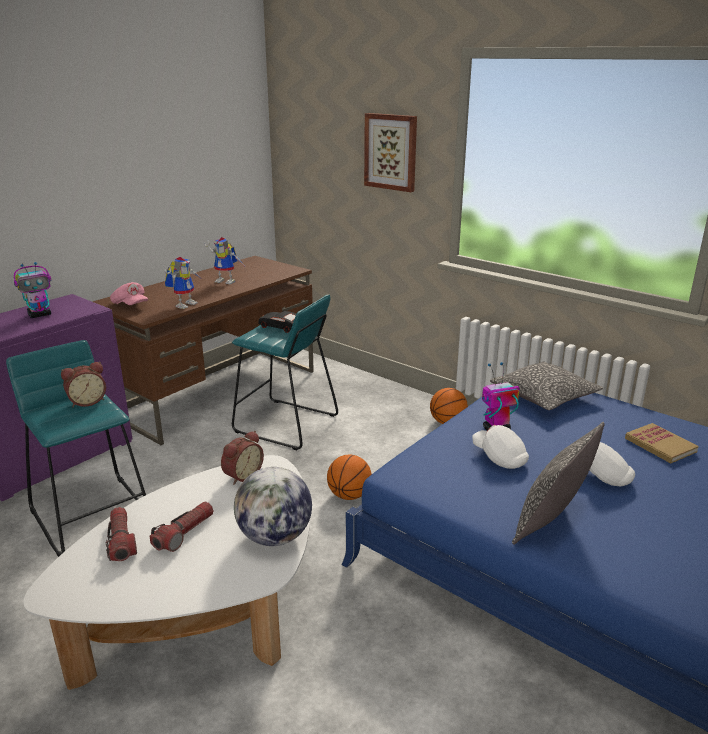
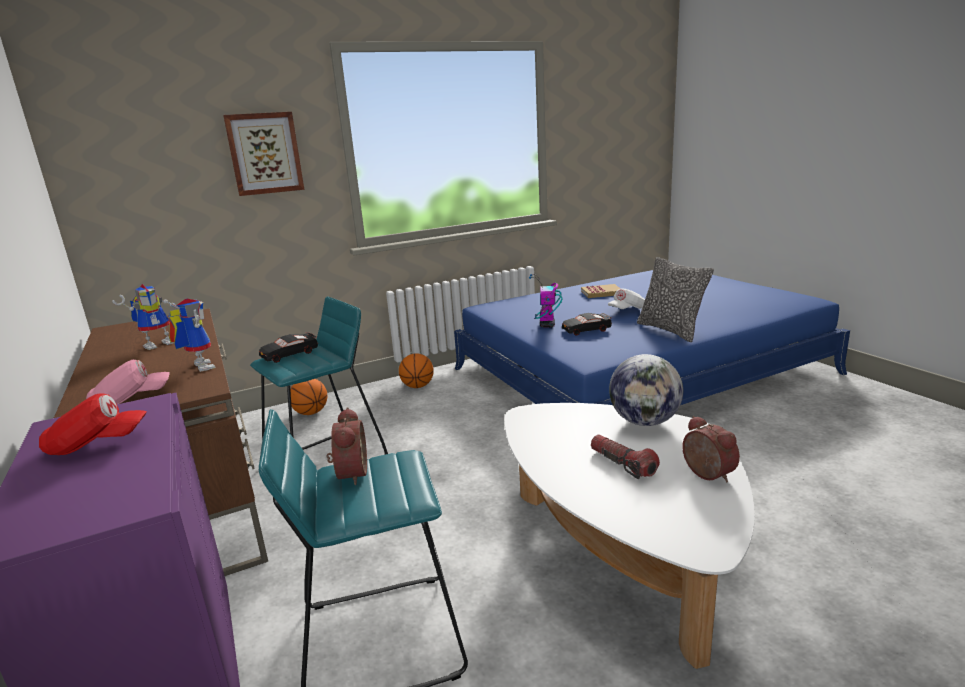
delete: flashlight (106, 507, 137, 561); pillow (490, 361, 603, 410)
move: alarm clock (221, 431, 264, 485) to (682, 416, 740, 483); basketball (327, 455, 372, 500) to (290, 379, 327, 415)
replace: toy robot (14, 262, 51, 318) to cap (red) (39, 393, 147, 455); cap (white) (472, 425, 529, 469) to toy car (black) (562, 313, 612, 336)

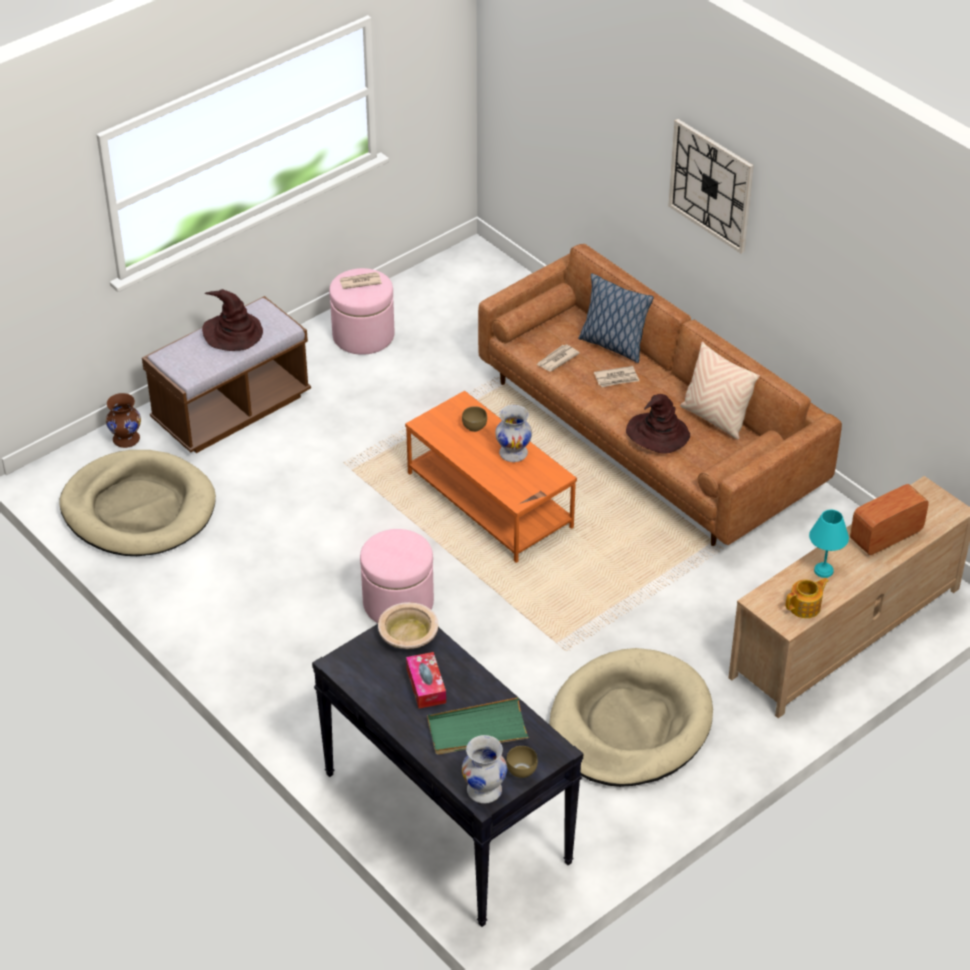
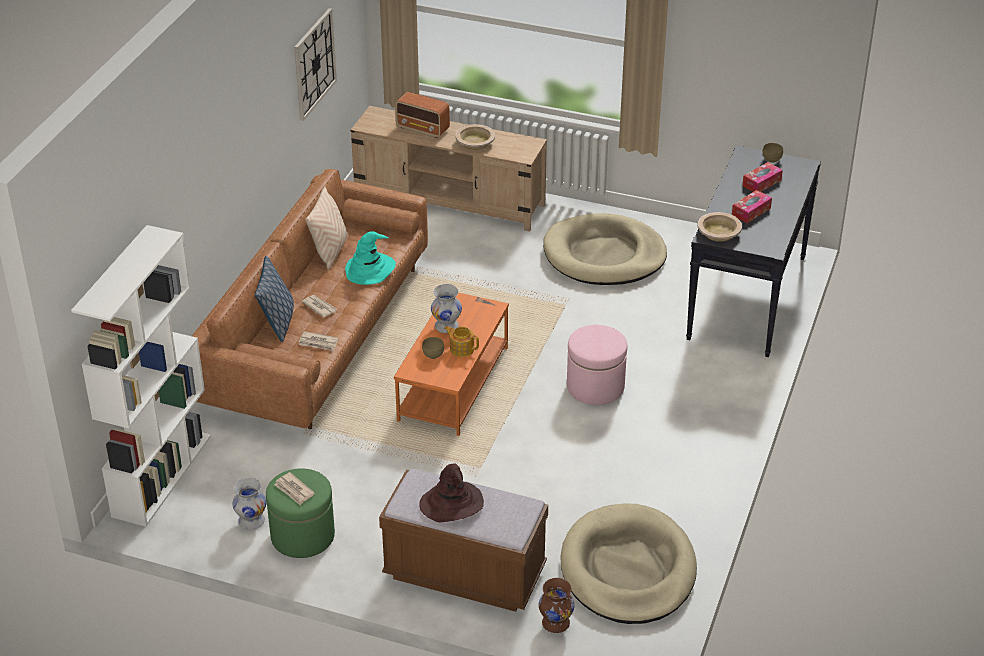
insert: bookcase (white) (71, 225, 211, 527)
move: vase (white) (462, 735, 507, 803) to (232, 477, 267, 530); wall clock (668, 119, 753, 254) to (294, 8, 337, 121); teapot (786, 578, 829, 618) to (444, 326, 479, 357)
replace: tray (green) (427, 697, 530, 755) to tissue box (742, 162, 783, 192); table lamp (turquoise) (809, 510, 849, 578) to bowl (beige) (455, 124, 495, 150)
recolor: ottoman (pink) (329, 268, 395, 355) to ottoman (green) (266, 469, 335, 558); hat (brown) (626, 394, 690, 454) to hat (turquoise) (345, 231, 396, 285)

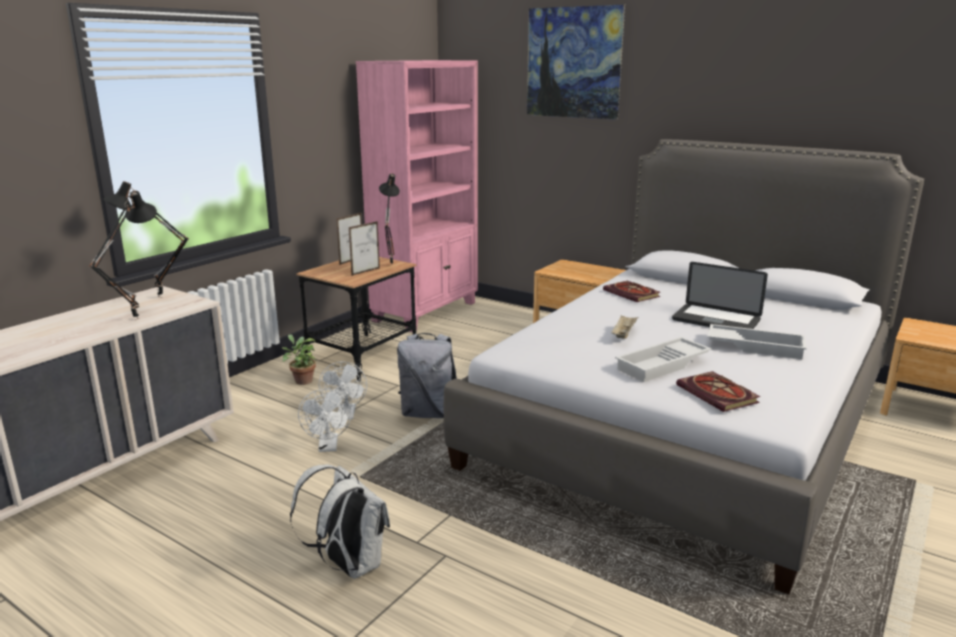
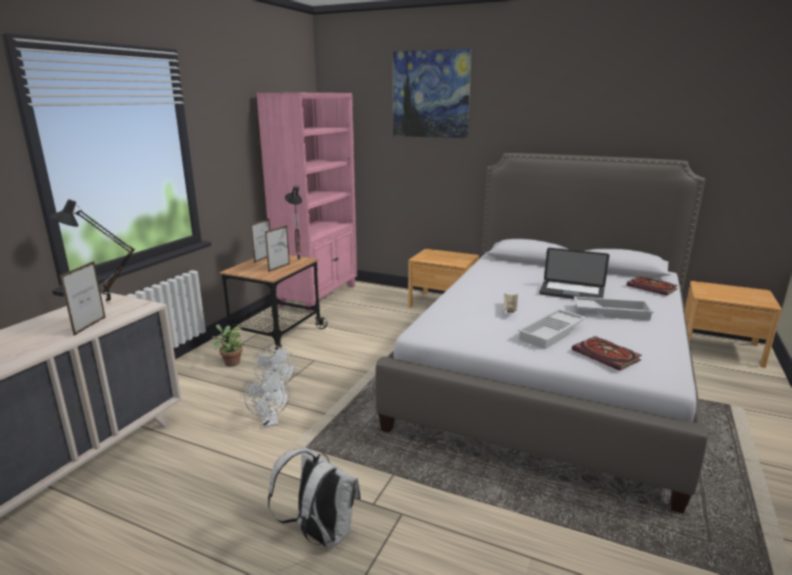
delete: backpack (grey) (397, 333, 457, 418)
move: book (603, 281, 661, 302) to (626, 276, 678, 296)
replace: table lamp (black) (89, 191, 157, 320) to picture frame (60, 261, 106, 336)

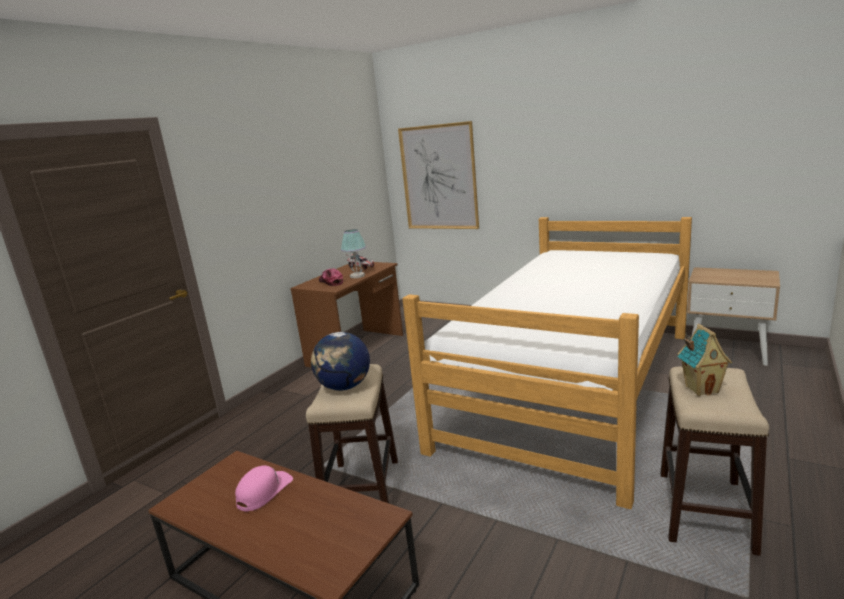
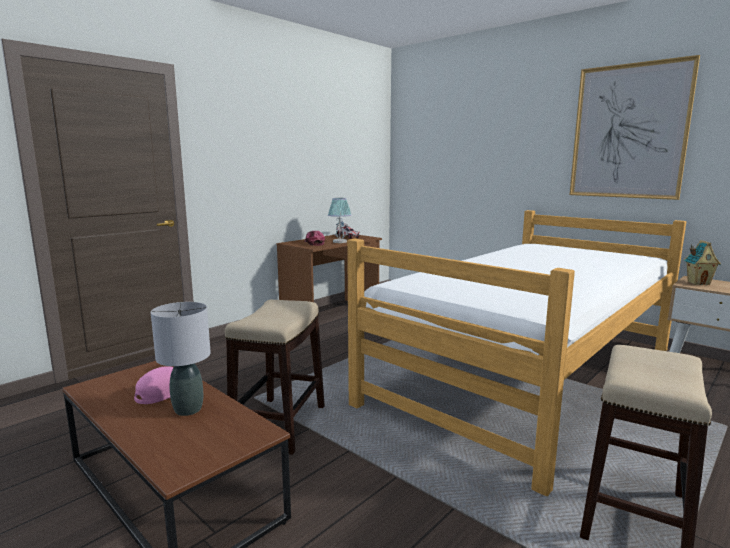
delete: globe (311, 332, 370, 391)
insert: table lamp (grey) (151, 302, 211, 416)
move: picture (398, 121, 479, 229) to (569, 55, 700, 200); toy house (677, 324, 732, 396) to (684, 240, 721, 285)

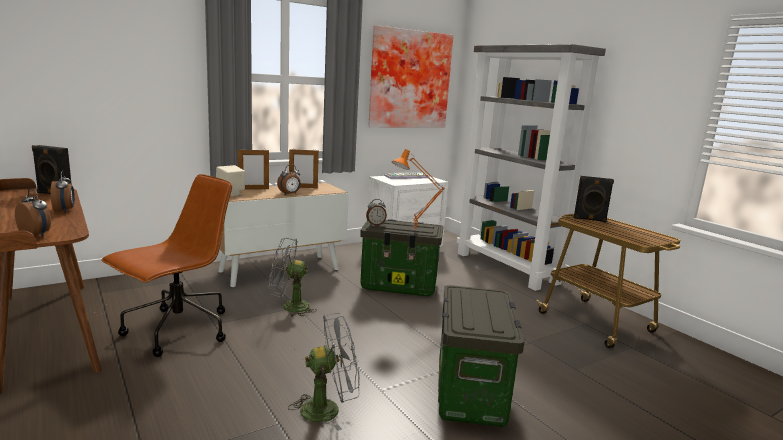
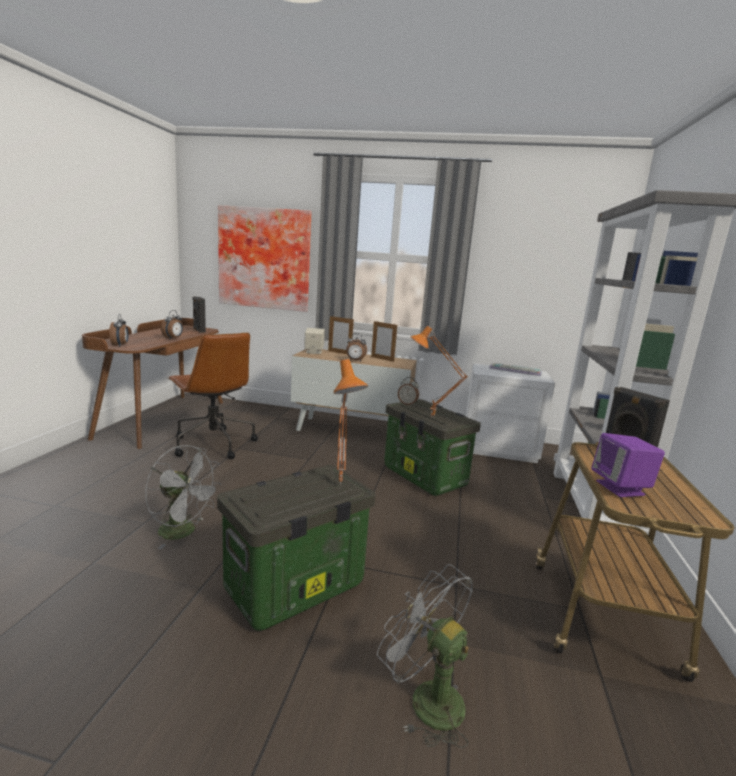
insert: table lamp (orange) (334, 359, 368, 485); speaker (purple) (591, 433, 665, 497)
move: fan (grey) (269, 238, 317, 317) to (377, 564, 473, 748); picture (369, 25, 453, 127) to (218, 205, 312, 312)
rotate: office chair (brown) (101, 174, 232, 357) = (167, 333, 258, 459) 60 degrees clockwise

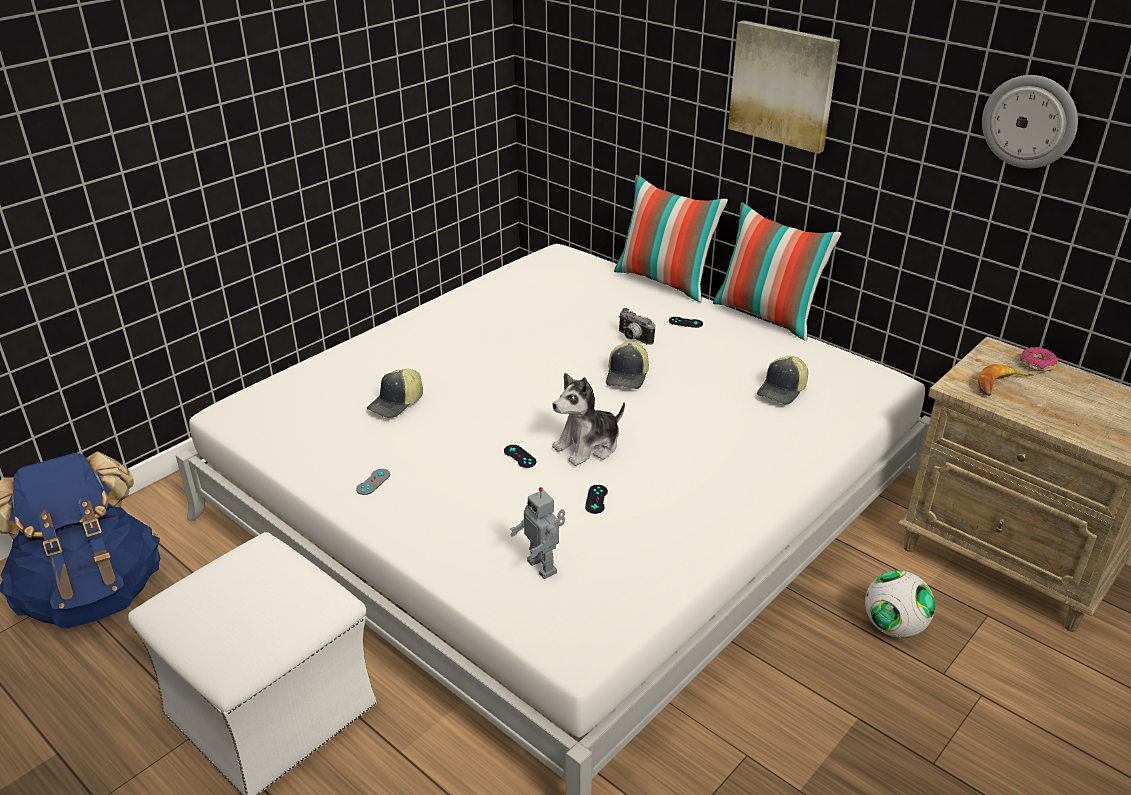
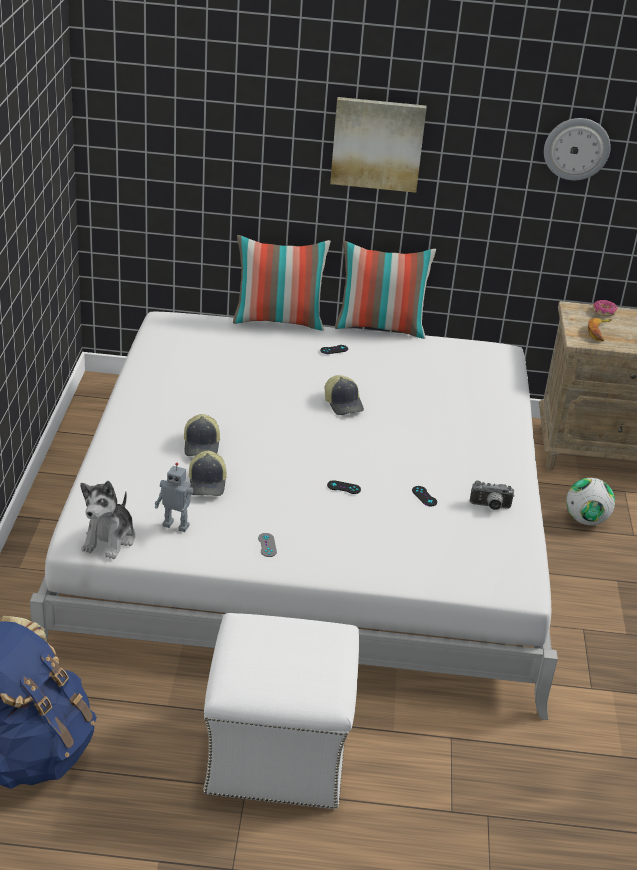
move: toy robot (510, 487, 565, 579) to (155, 463, 193, 532); plush toy (552, 373, 625, 466) to (80, 481, 135, 559); photo camera (618, 308, 655, 345) to (470, 481, 514, 510); cap (757, 356, 808, 404) to (184, 414, 220, 456)

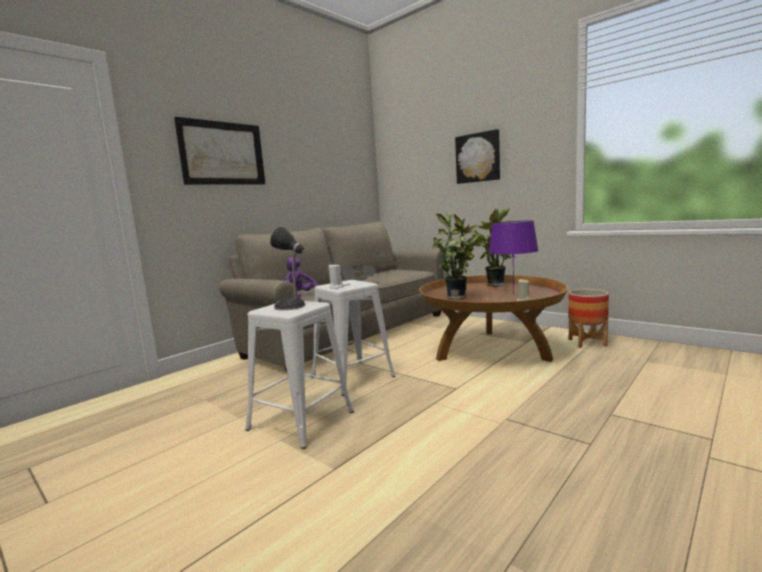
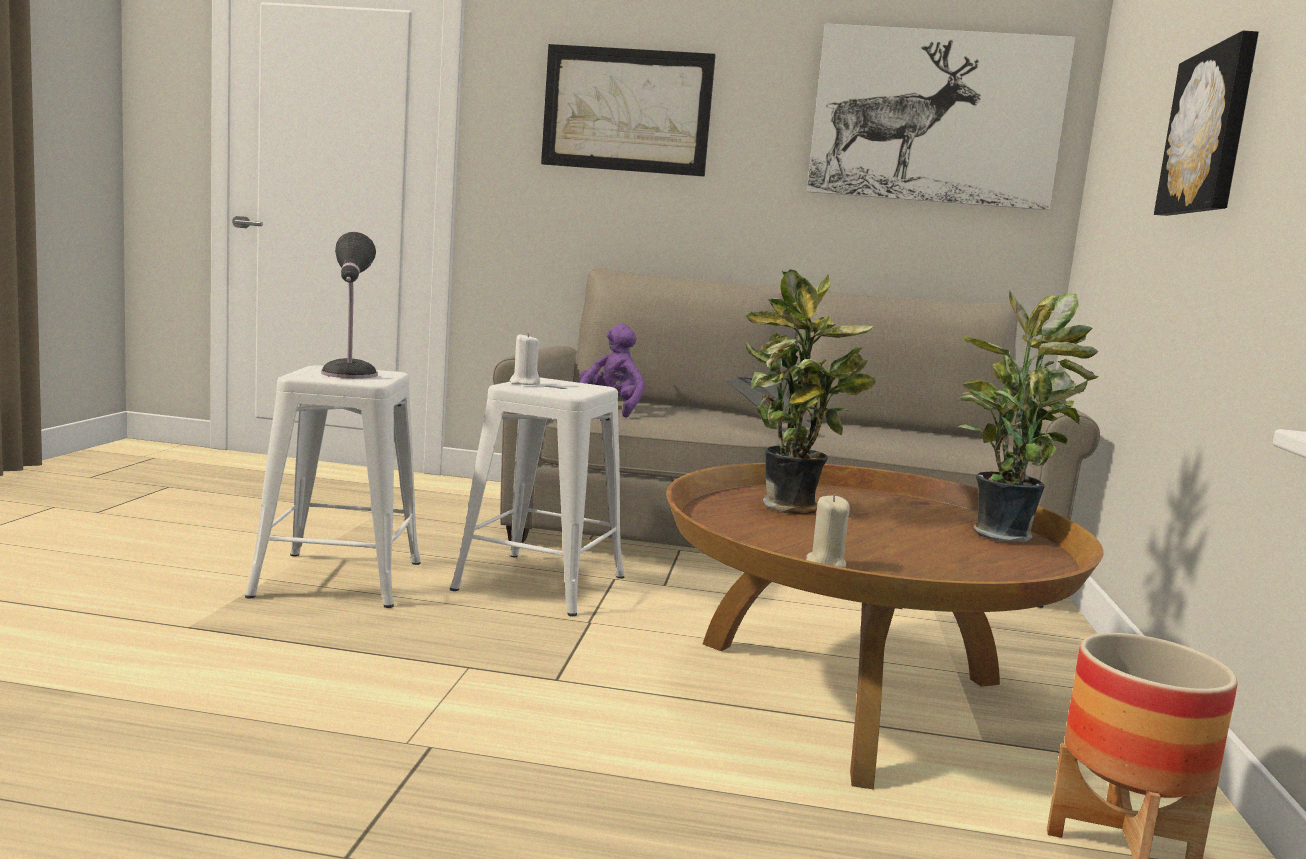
delete: table lamp (purple) (488, 221, 539, 294)
insert: picture (807, 23, 1076, 210)

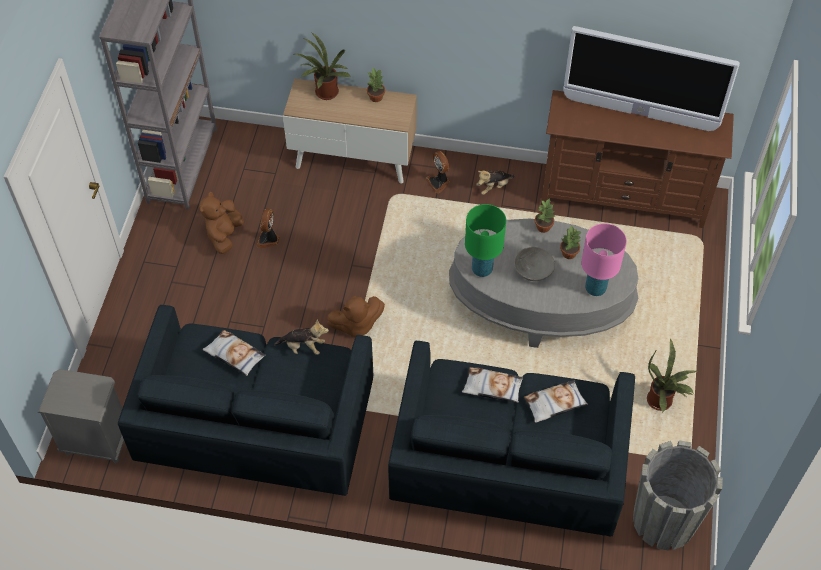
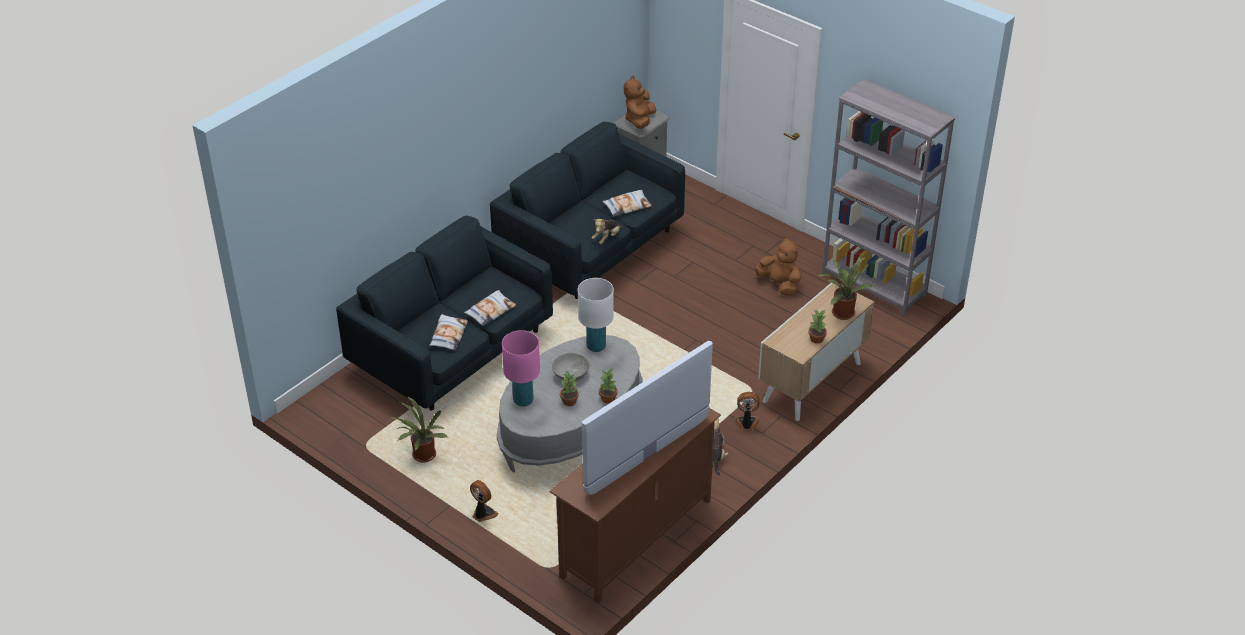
delete: planter (grey) (633, 440, 723, 551)
move: fan (256, 209, 280, 248) to (470, 480, 498, 522); plush toy (brown) (327, 296, 385, 337) to (624, 76, 656, 129)
recolor: table lamp (green) (465, 204, 506, 277) to table lamp (white) (578, 278, 614, 352)

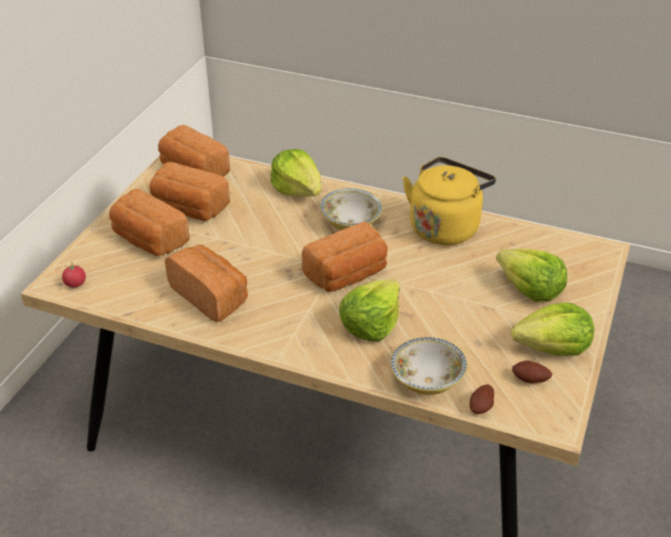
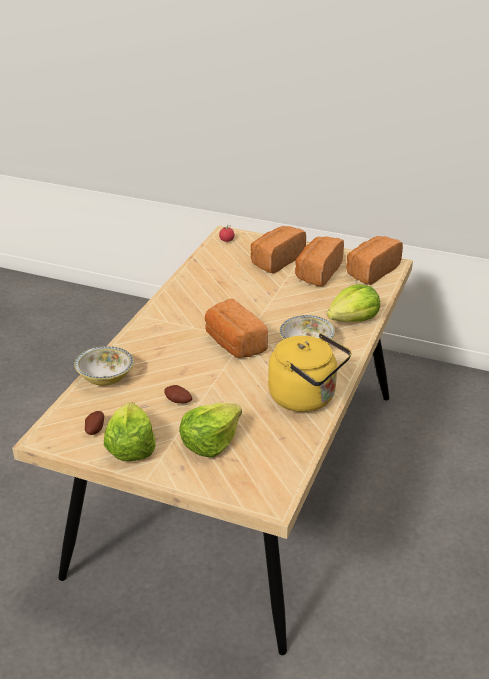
delete: bread (165, 245, 248, 323); lettuce (339, 279, 400, 341)
move: potato (470, 384, 494, 414) to (164, 385, 192, 404)

